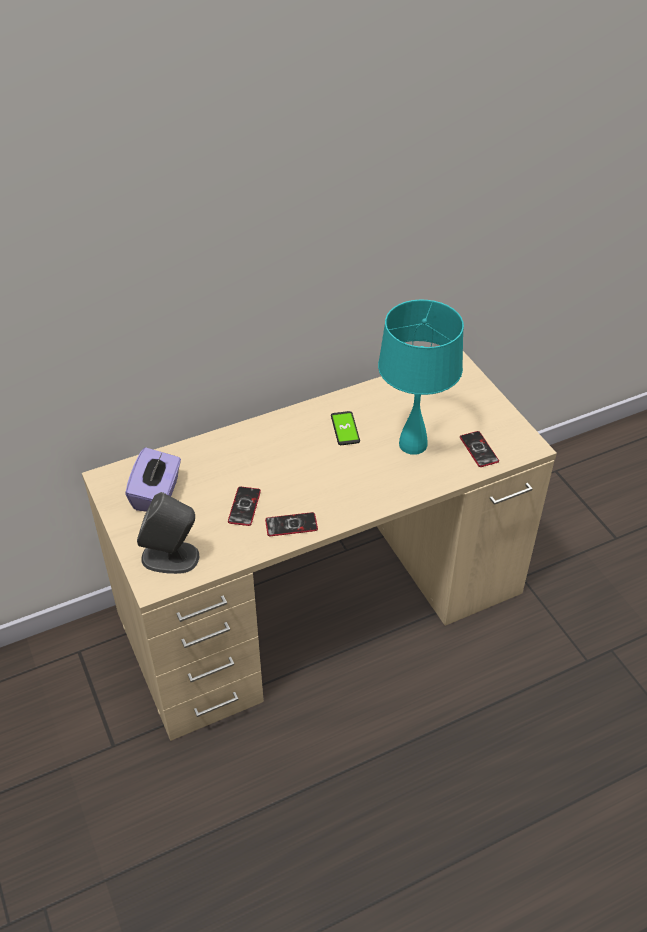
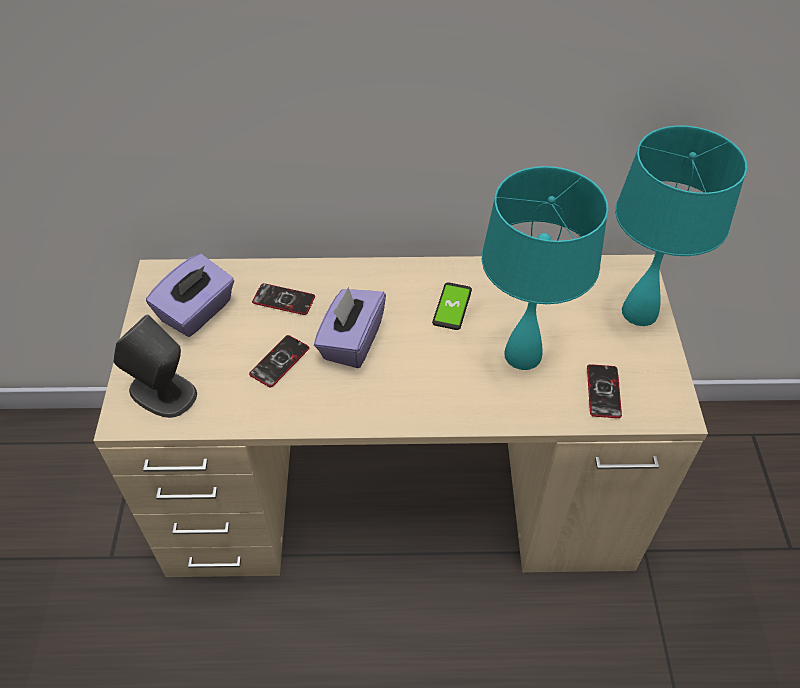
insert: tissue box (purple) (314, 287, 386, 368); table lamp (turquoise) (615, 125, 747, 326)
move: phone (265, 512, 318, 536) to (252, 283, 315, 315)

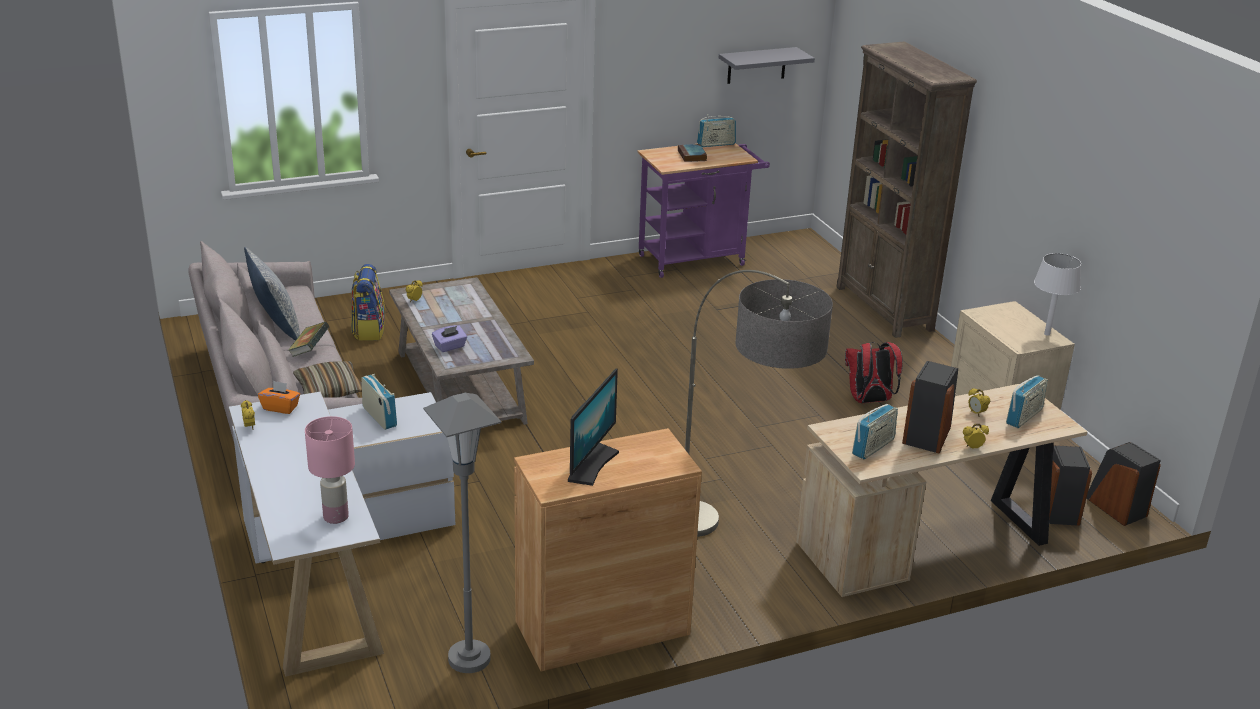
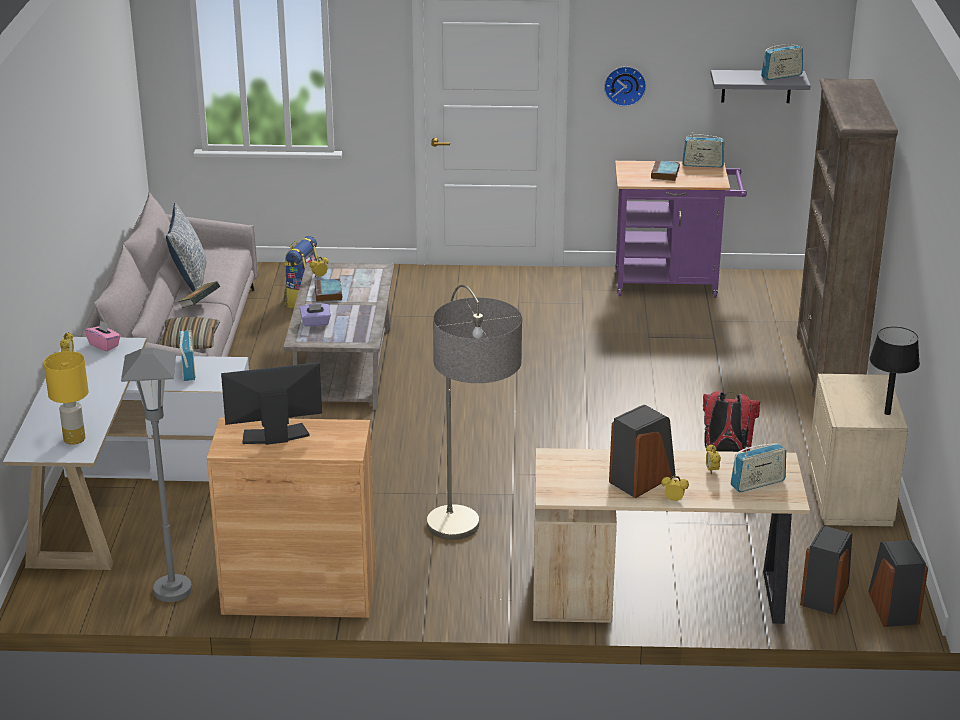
insert: book (314, 279, 342, 302); wall clock (604, 66, 646, 107)
move: radio (852, 404, 898, 459) to (761, 44, 803, 80)
recolor: tissue box (orange) (258, 381, 300, 414) to tissue box (pink) (85, 320, 121, 352); table lamp (pink) (305, 416, 355, 524) to table lamp (yellow) (44, 351, 88, 445); table lamp (white) (1034, 253, 1081, 336) to table lamp (black) (869, 327, 920, 415)
rotate: monitor (568, 369, 619, 486) = (221, 362, 322, 445) 150 degrees counterclockwise

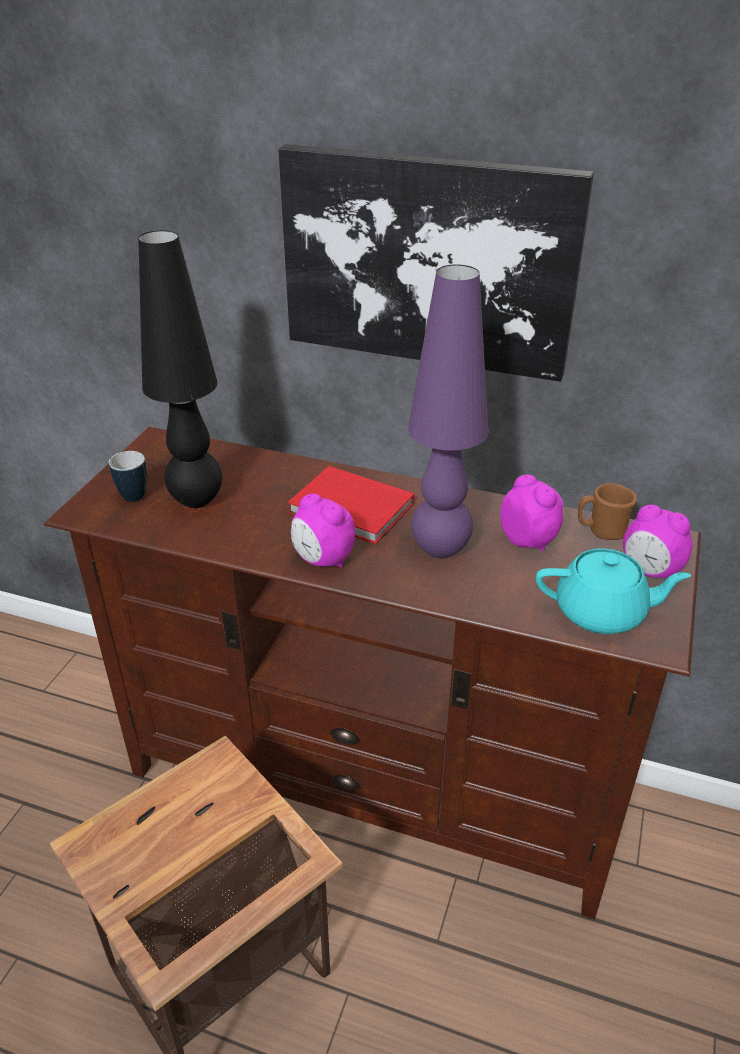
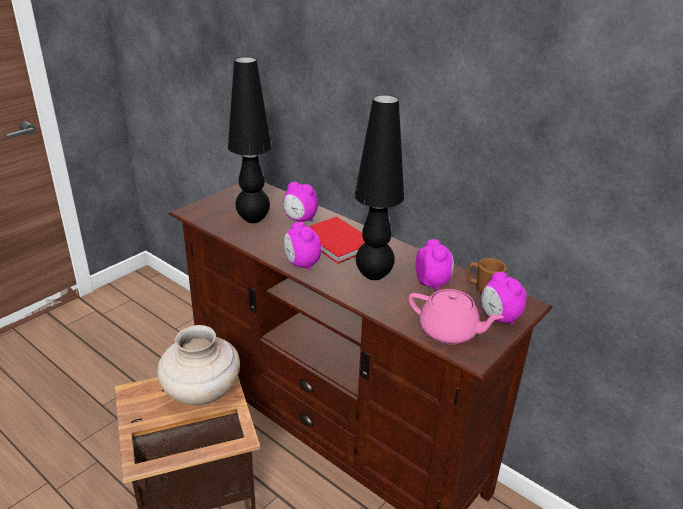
delete: mug (109, 451, 147, 502); picture (278, 144, 594, 382)
insert: vase (beige) (157, 325, 240, 405); alarm clock (283, 182, 318, 222)
recolor: table lamp (purple) (408, 264, 489, 558) to table lamp (black) (354, 95, 404, 280); teapot (turquoise) (536, 549, 691, 634) to teapot (pink) (408, 289, 504, 344)

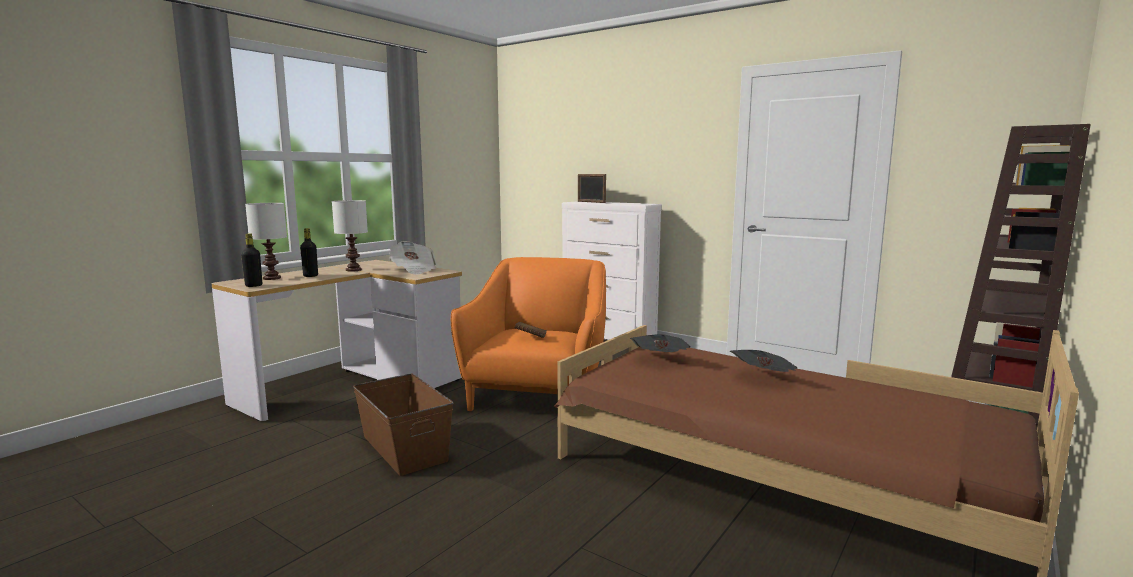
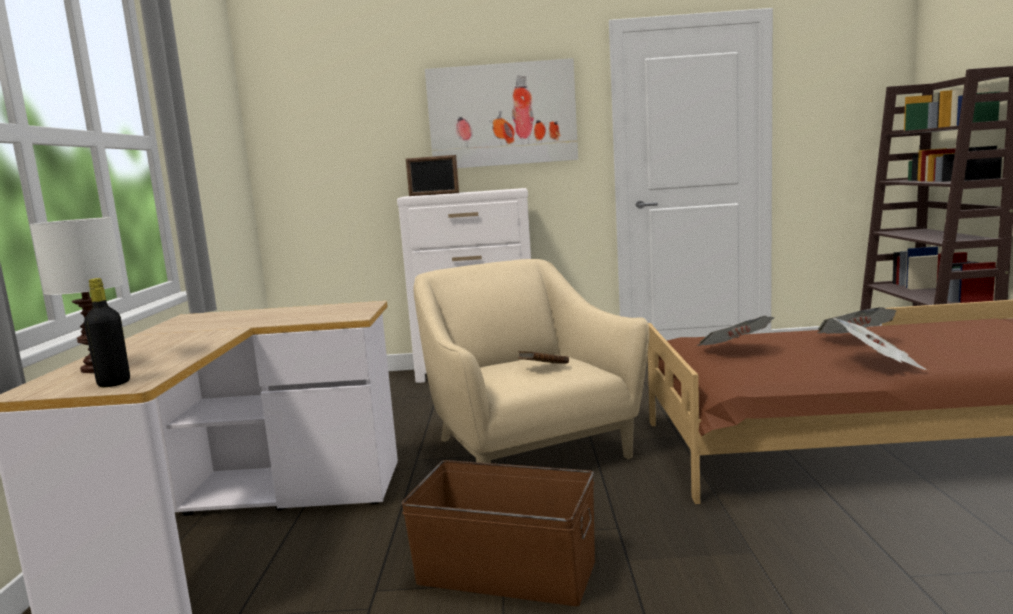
delete: bottle (black) (300, 228, 318, 277); table lamp (white) (332, 200, 368, 272)
insert: picture (425, 58, 578, 168)
move: newspaper (389, 241, 437, 275) to (833, 318, 927, 370)
recolor: armchair (orange) (450, 257, 606, 411) to armchair (beige) (413, 259, 649, 463)

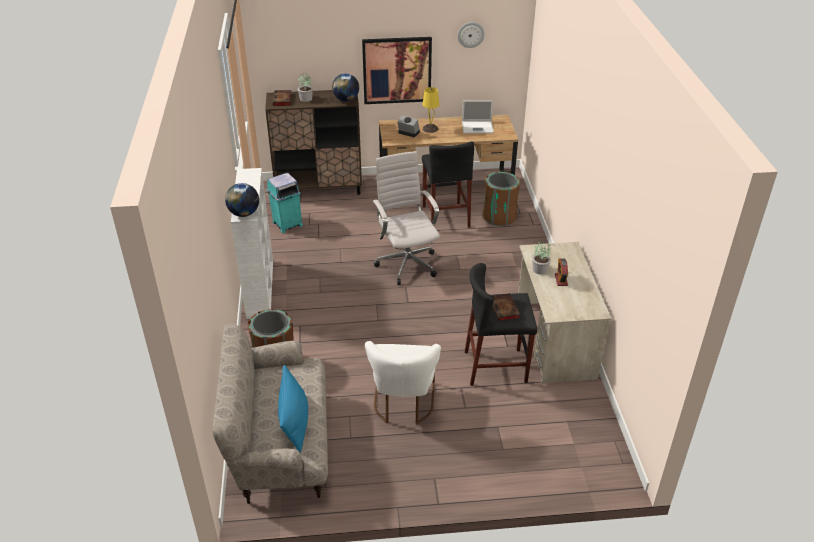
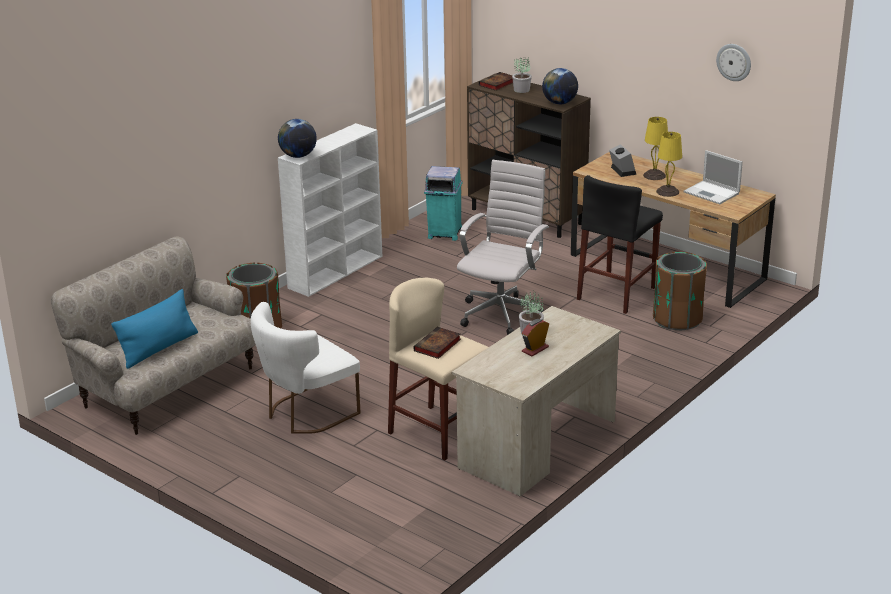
delete: picture (362, 37, 432, 104)
insert: table lamp (yellow) (656, 132, 682, 197)
recolor: stool (black) (465, 263, 537, 386) to stool (beige) (388, 278, 489, 460)

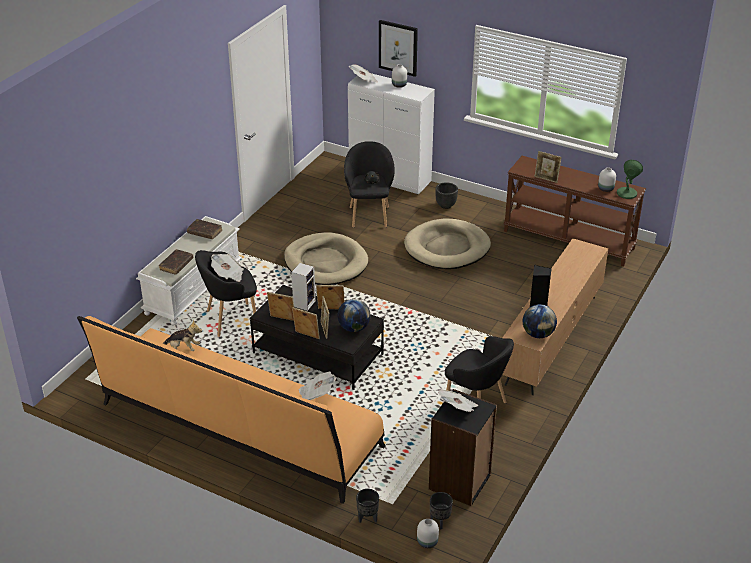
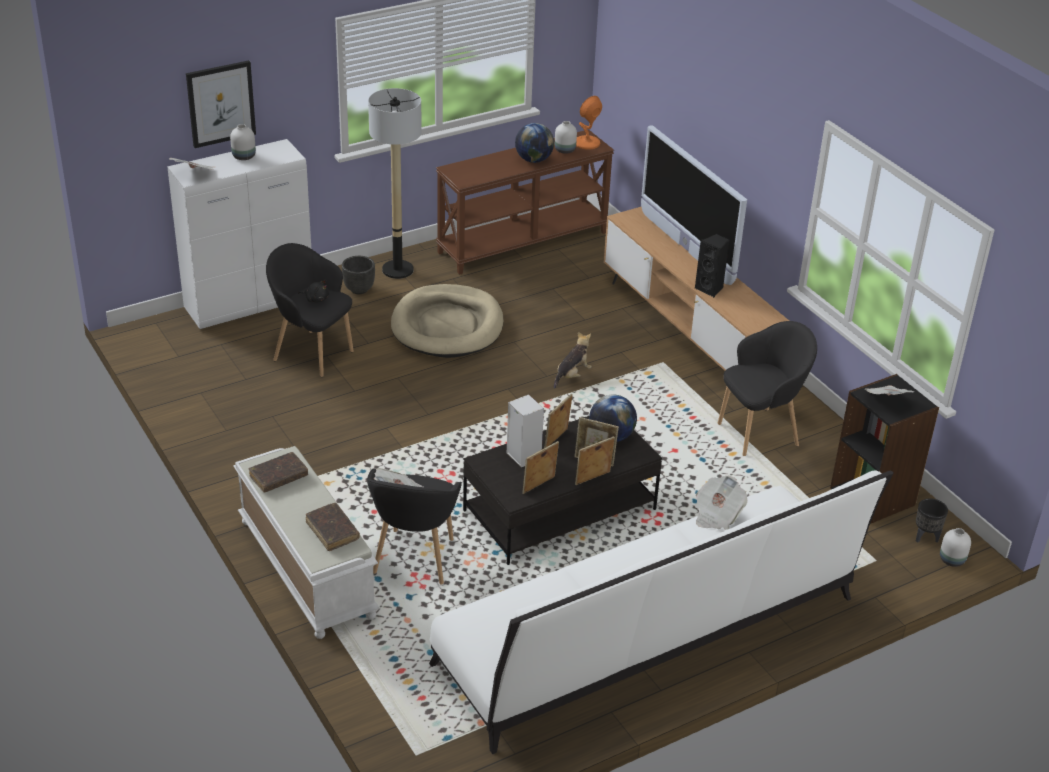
delete: dog bed (beige) (284, 232, 368, 285); planter (black) (356, 489, 379, 523); picture frame (534, 151, 562, 183)
insert: floor lamp (368, 88, 422, 279); television (641, 125, 747, 285)
move: plush toy (163, 320, 202, 351) to (554, 332, 592, 389); globe (523, 304, 557, 338) to (515, 123, 554, 163)
recolor: sofa (orange) (77, 316, 385, 504) to sofa (white) (429, 470, 894, 754); table lamp (green) (617, 160, 643, 199) to table lamp (orange) (576, 96, 602, 150)

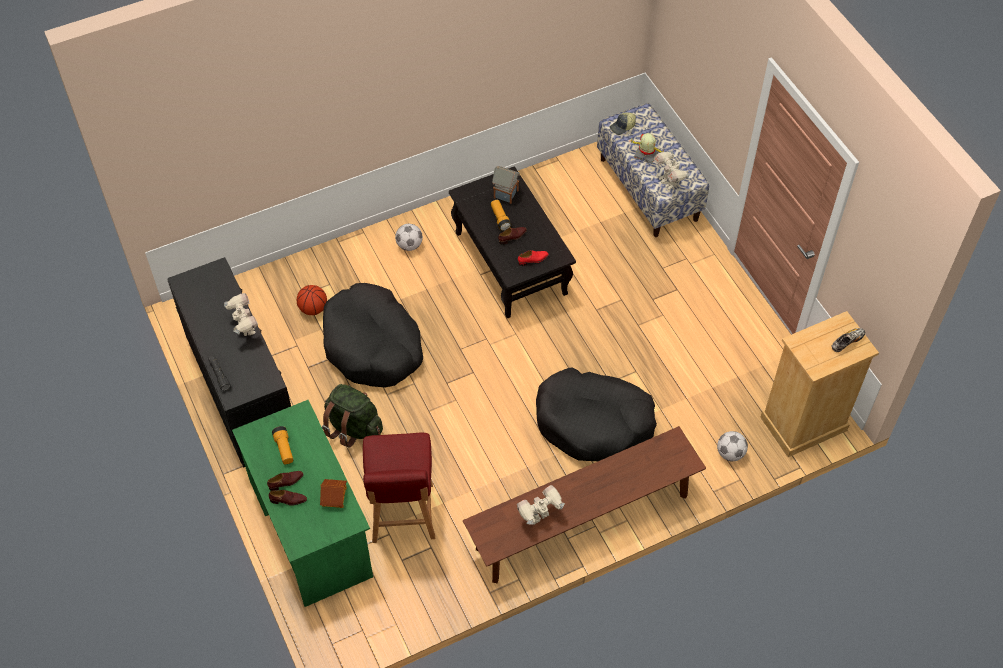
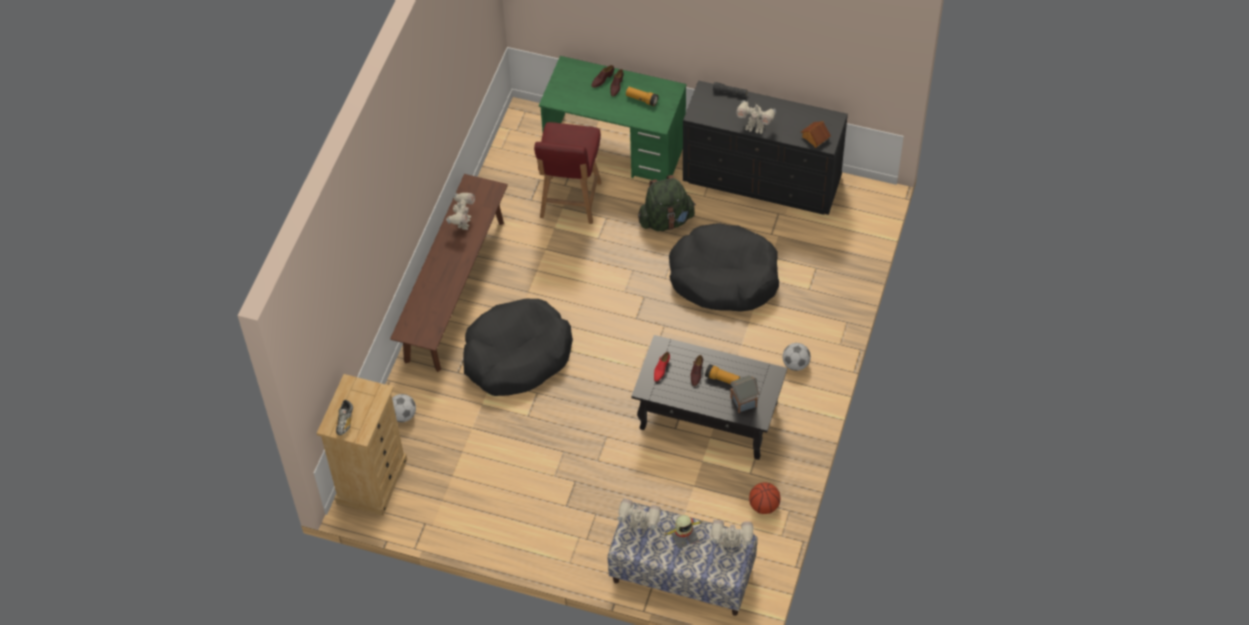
move: basketball (297, 285, 327, 315) to (749, 482, 780, 514); toy house (320, 479, 347, 508) to (801, 121, 831, 148)
replace: cap (610, 112, 636, 135) to toy robot (711, 520, 753, 548)
rotate: chair (red) (363, 433, 435, 543) = (534, 122, 602, 224) 120 degrees counterclockwise

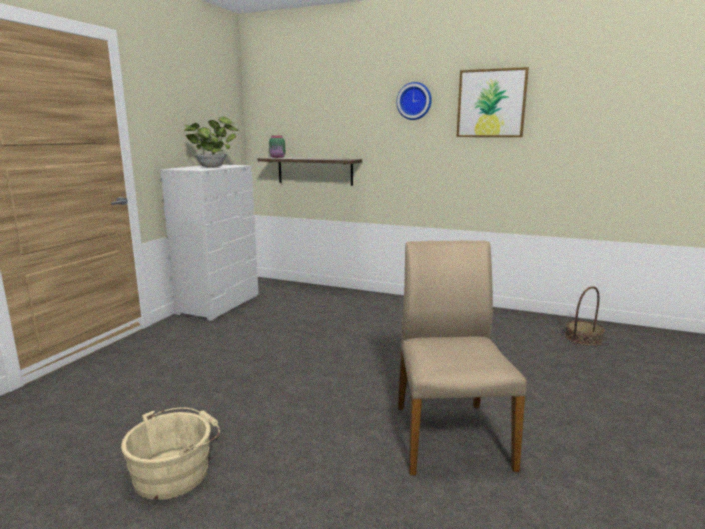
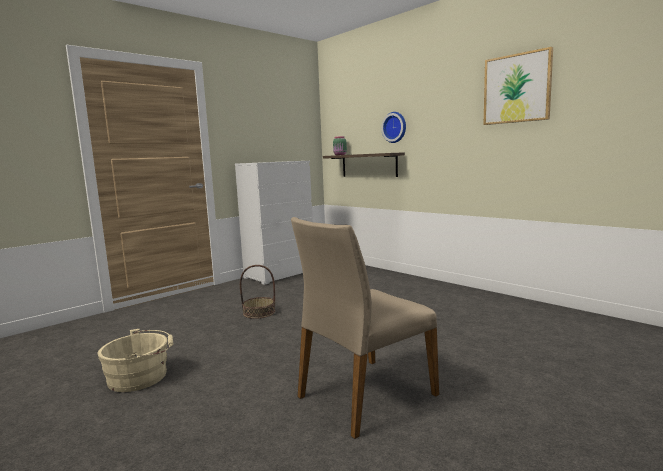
delete: potted plant (184, 116, 239, 168)
move: wall clock (396, 82, 432, 120) to (381, 112, 406, 143); basket (565, 286, 605, 346) to (240, 265, 275, 319)
rotate: chair (beige) (398, 240, 527, 475) = (291, 217, 439, 439) 150 degrees counterclockwise

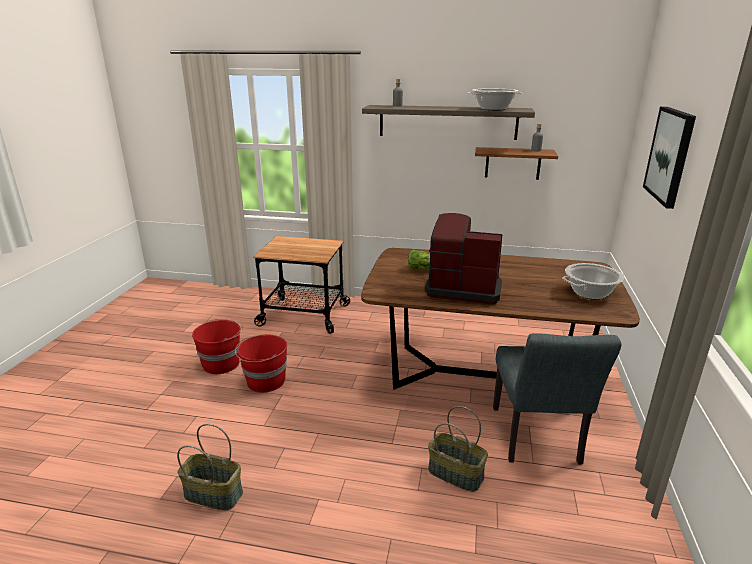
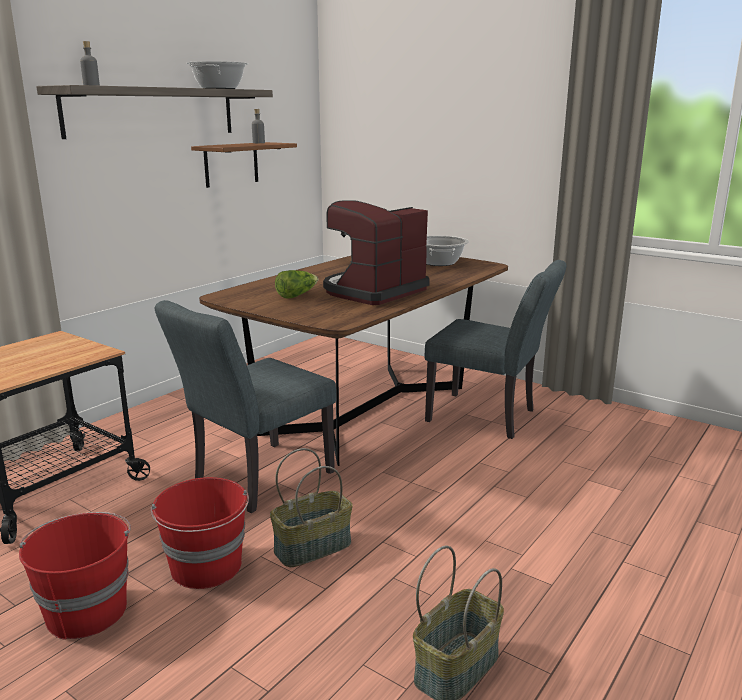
delete: picture (643, 106, 696, 209)
insert: chair (grey) (155, 300, 336, 513)
move: basket (428, 406, 488, 492) to (270, 448, 353, 567)

